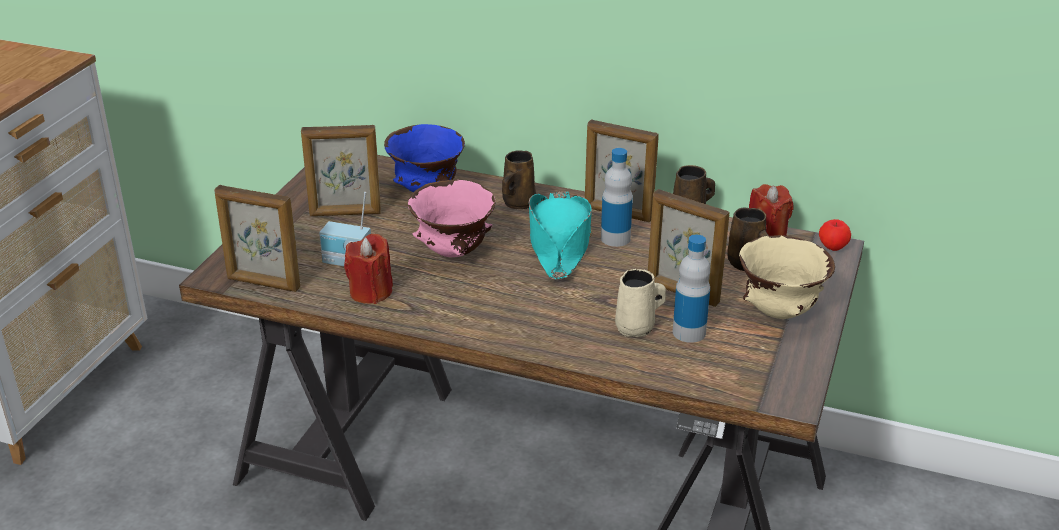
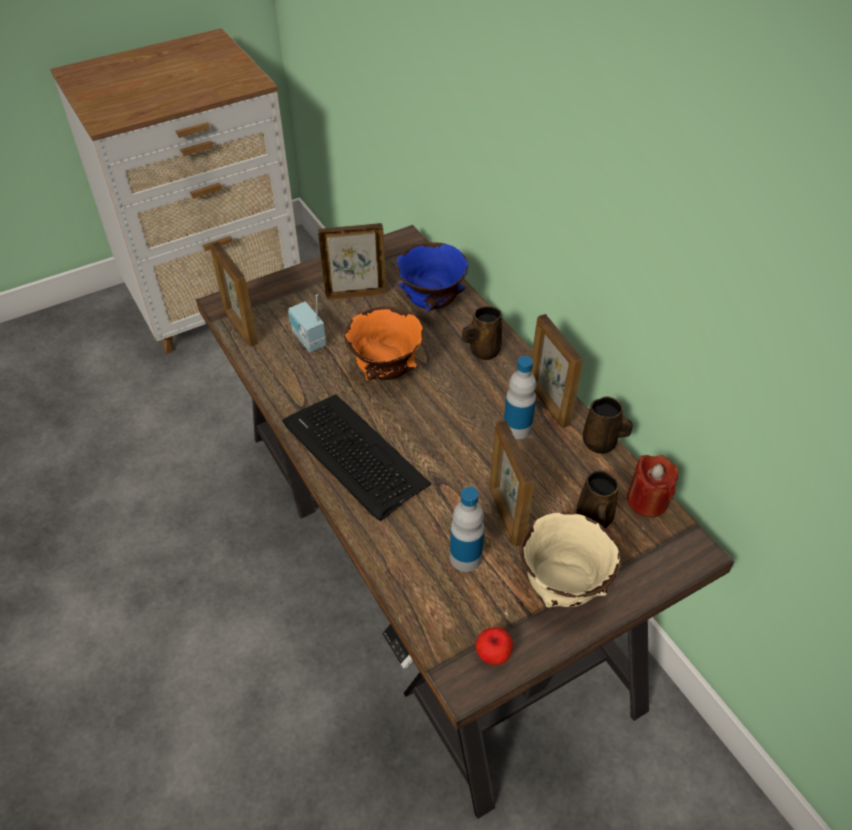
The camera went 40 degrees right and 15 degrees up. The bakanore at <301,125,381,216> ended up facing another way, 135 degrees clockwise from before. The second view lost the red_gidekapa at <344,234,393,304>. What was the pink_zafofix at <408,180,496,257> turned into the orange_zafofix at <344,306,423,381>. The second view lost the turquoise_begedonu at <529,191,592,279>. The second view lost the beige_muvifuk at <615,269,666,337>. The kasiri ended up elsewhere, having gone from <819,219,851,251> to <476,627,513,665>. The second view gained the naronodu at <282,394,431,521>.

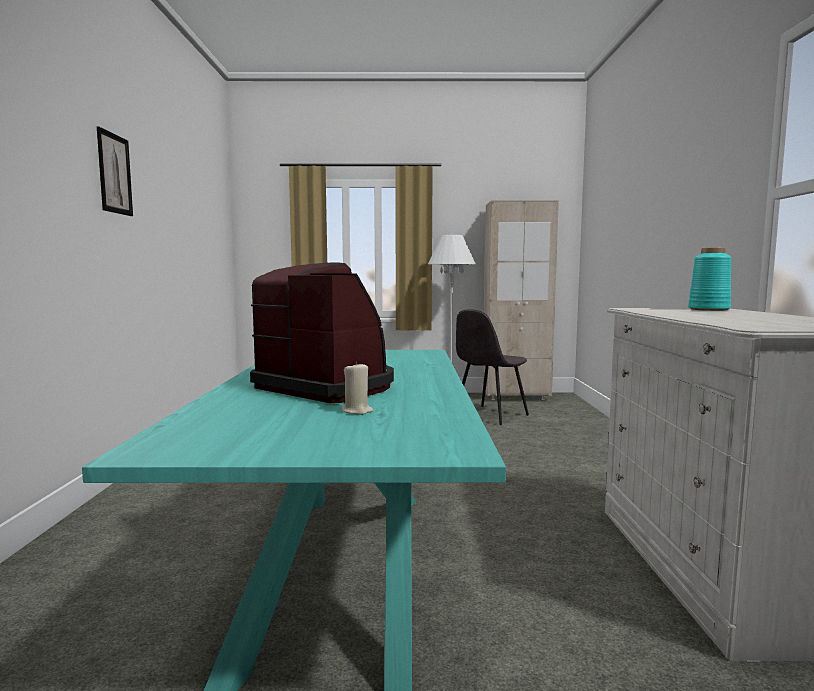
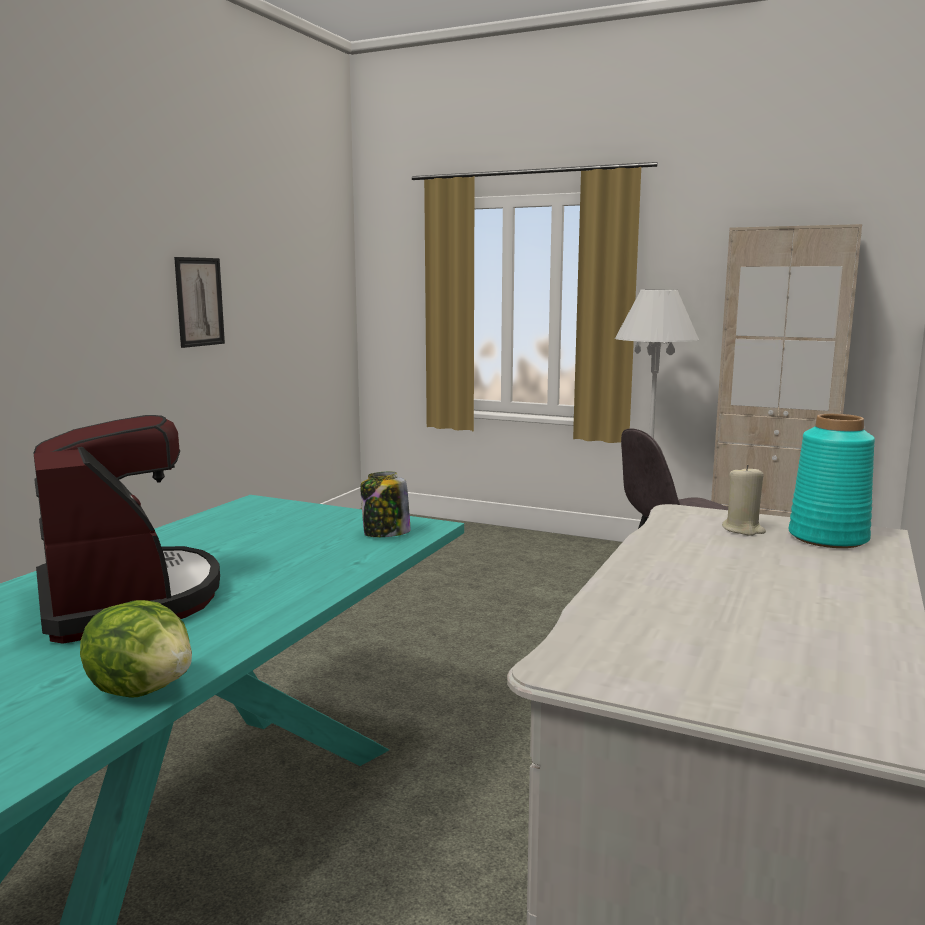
The camera went 25 degrees right and 5 degrees up. The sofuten ended up elsewhere, having gone from <97,126,133,216> to <174,257,225,348>. The beige_gidekapa ended up elsewhere, having gone from <342,361,373,415> to <722,465,766,536>. The second view gained the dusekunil at <80,600,192,698>. The second view gained the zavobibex at <360,472,411,537>.

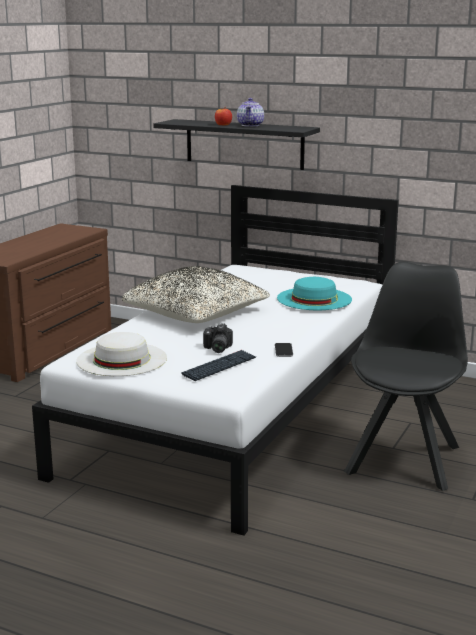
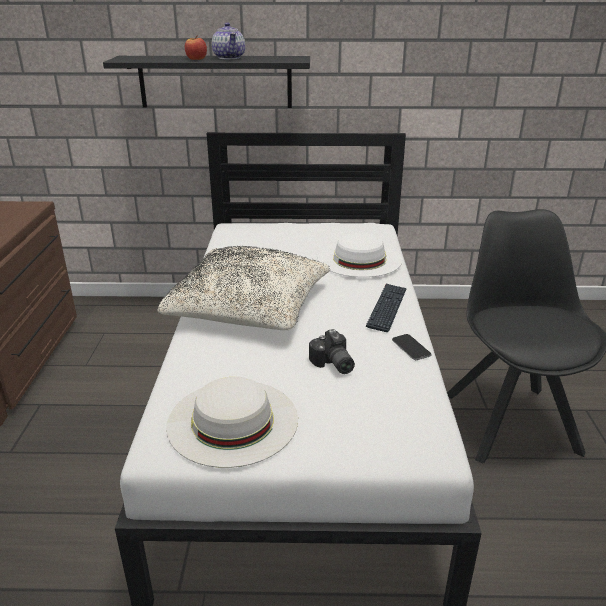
The camera went 25 degrees left and 10 degrees up. The naronodu ended up elsewhere, having gone from <182,350,256,381> to <366,284,407,332>. What was the turquoise_begedonu at <277,277,352,310> turned into the white_begedonu at <318,232,402,277>.

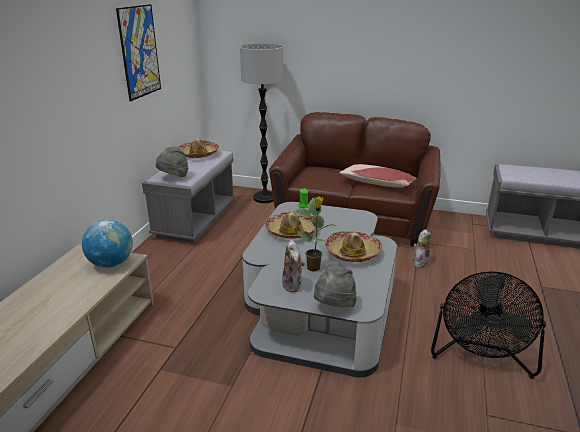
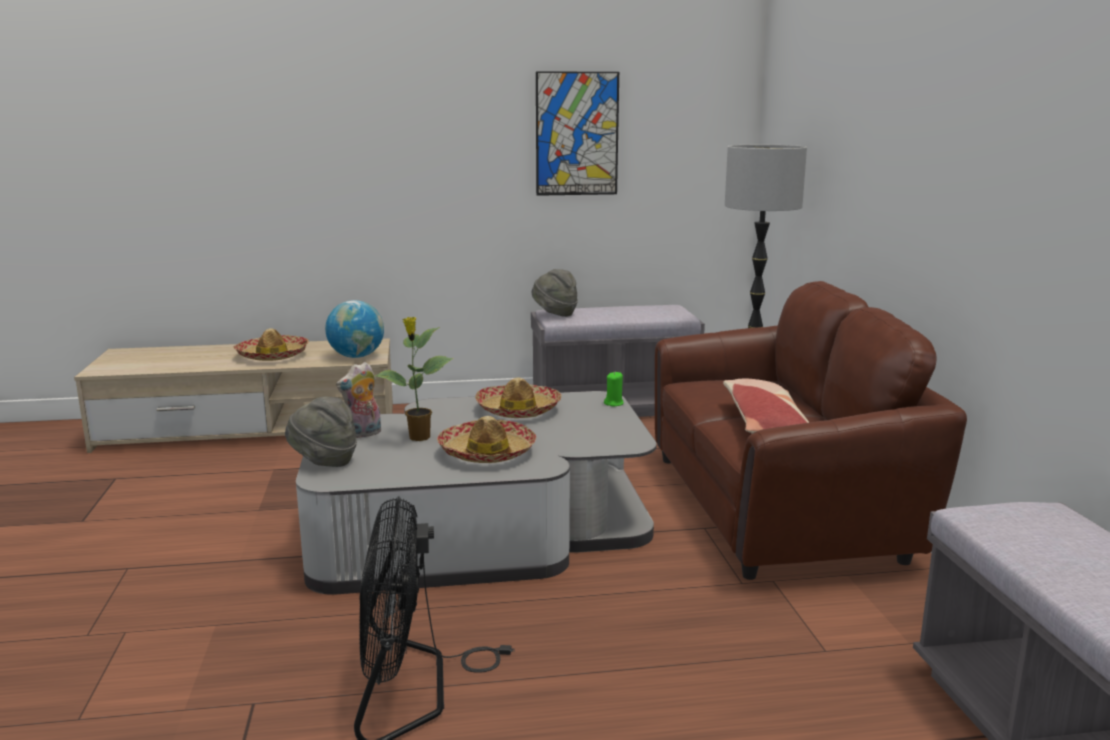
The camera went 65 degrees right and 10 degrees down. The begedonu ended up elsewhere, having gone from <178,139,219,158> to <233,328,309,361>. The second view lost the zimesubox at <413,229,431,268>.

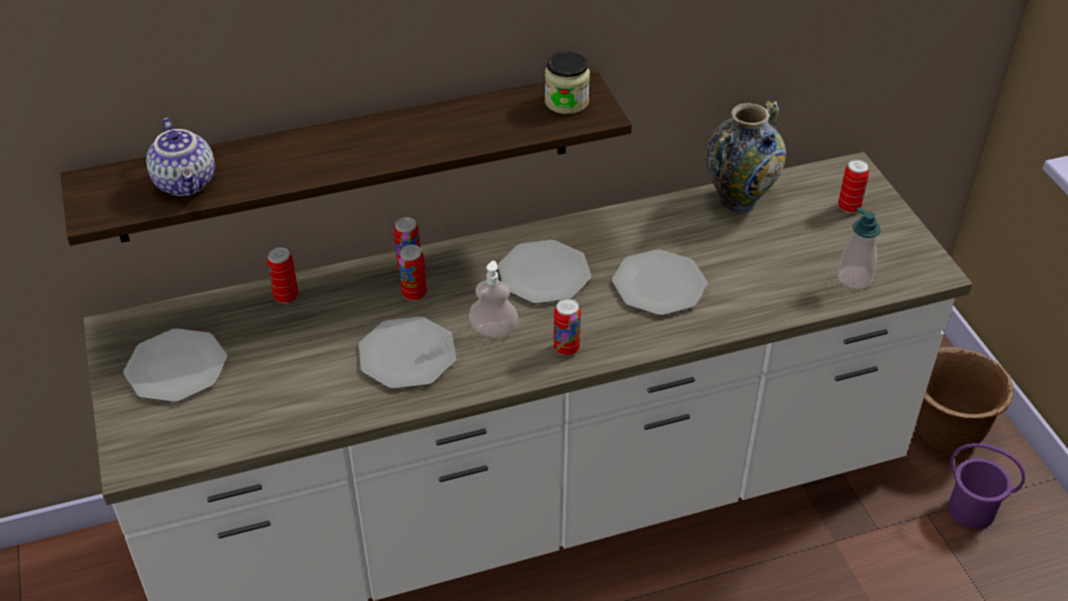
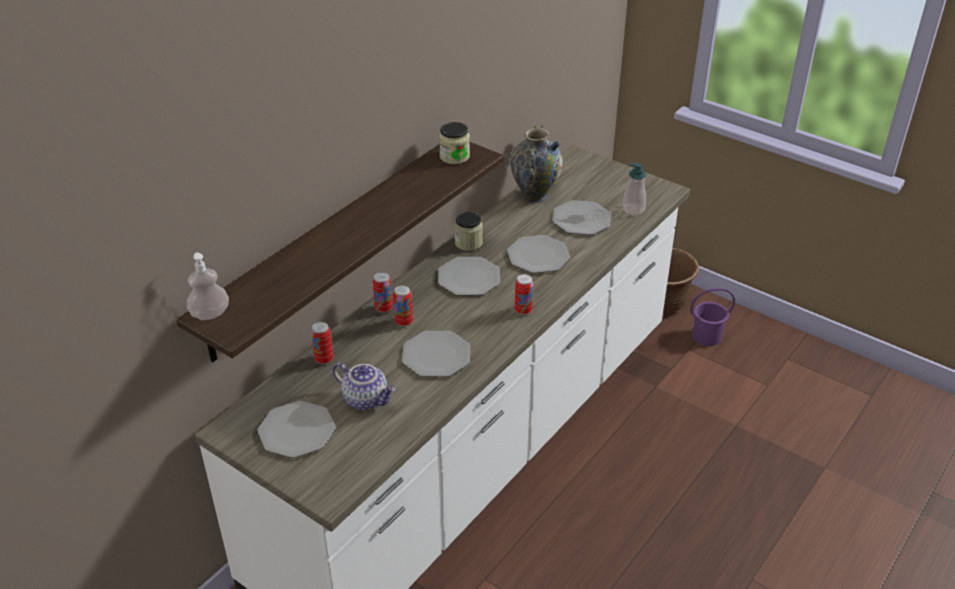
The camera went 35 degrees left and 5 degrees down. The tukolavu ended up elsewhere, having gone from <146,118,215,197> to <333,362,396,410>. The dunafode ended up elsewhere, having gone from <469,261,518,337> to <187,252,229,320>. The second view lost the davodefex at <838,159,869,213>. The second view gained the zavobibex at <454,212,483,251>. The second view gained the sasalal at <552,200,611,235>.

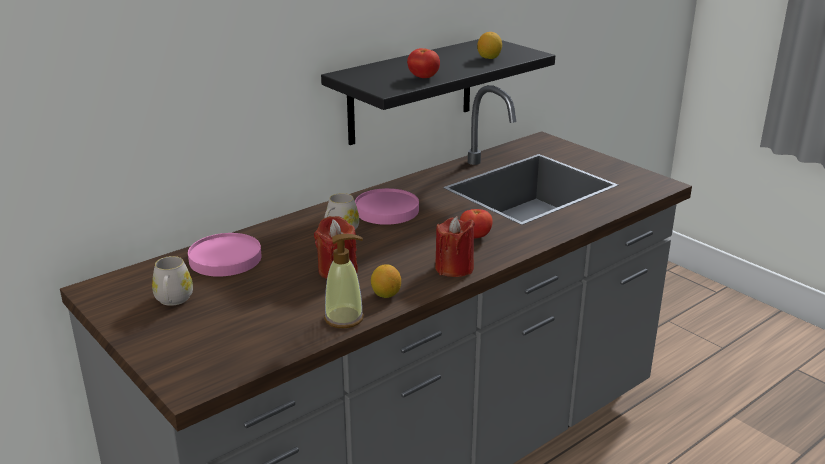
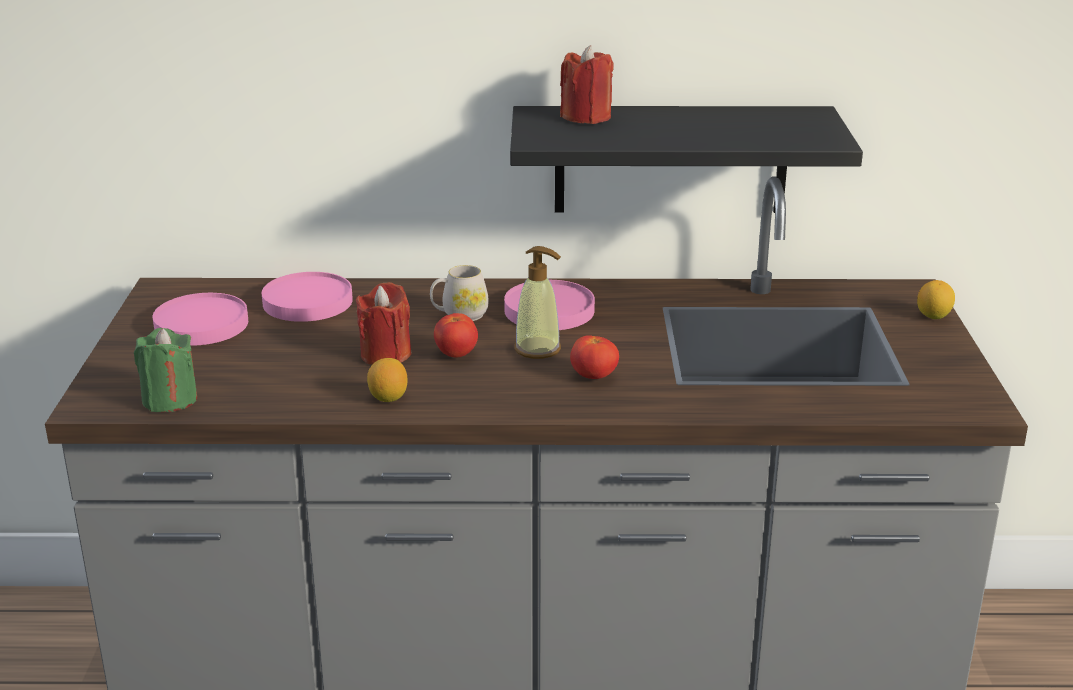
The camera went 40 degrees right and 0 degrees up. Where the white_muvifuk stood at <152,256,193,306>, the pink_sasalal came to stand at <153,293,248,346>. The dunafode ended up elsewhere, having gone from <324,234,364,328> to <514,246,561,359>. The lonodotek ended up elsewhere, having gone from <407,48,440,78> to <434,313,478,357>. The red_gidekapa ended up elsewhere, having gone from <435,216,475,277> to <560,45,614,124>. The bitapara ended up elsewhere, having gone from <477,32,502,59> to <917,280,955,319>. The second view gained the green_gidekapa at <134,328,197,412>.

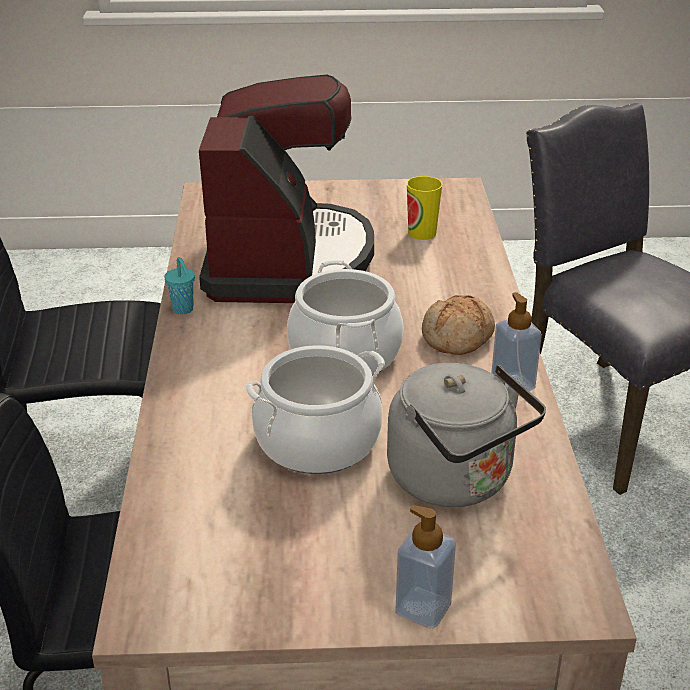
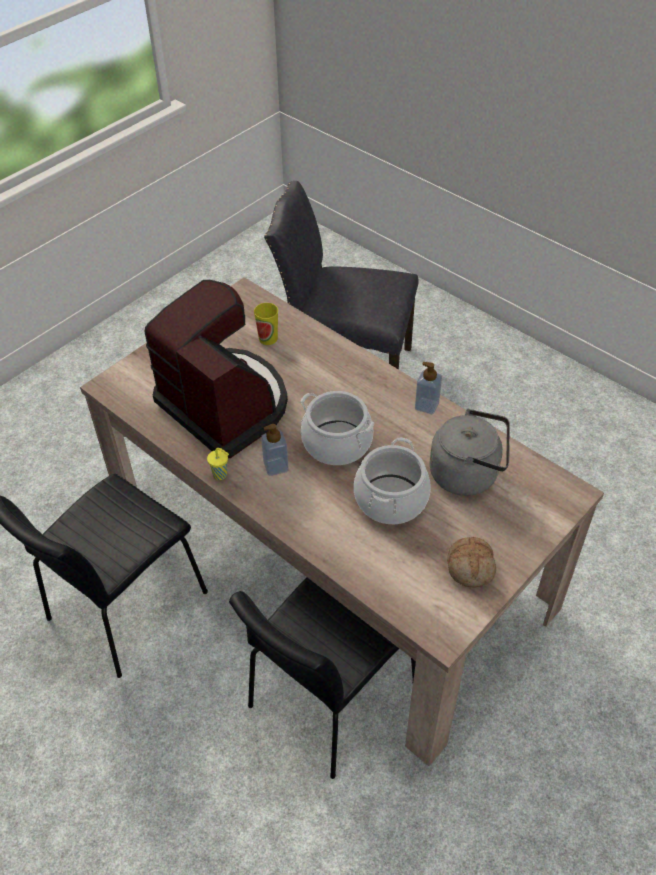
The camera went 45 degrees left and 15 degrees up. What was the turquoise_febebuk at <165,257,195,314> turned into the yellow_febebuk at <207,448,229,480>. The dunafode ended up elsewhere, having gone from <395,505,456,629> to <261,424,289,476>. The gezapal ended up elsewhere, having gone from <422,295,495,355> to <447,537,496,587>.

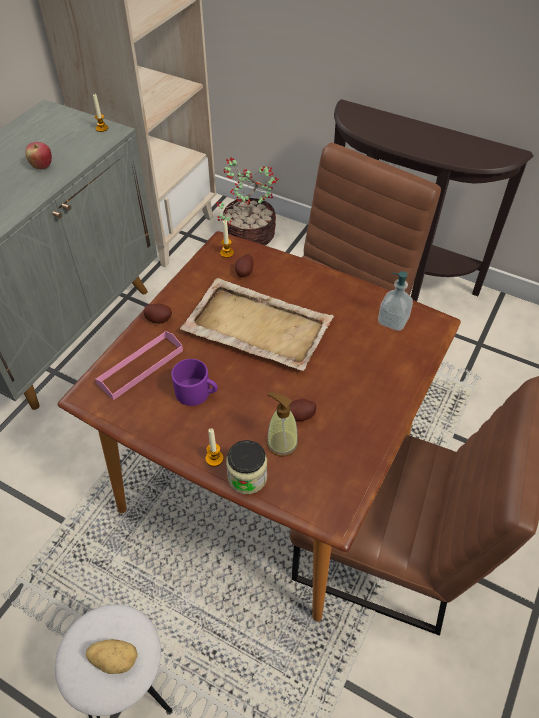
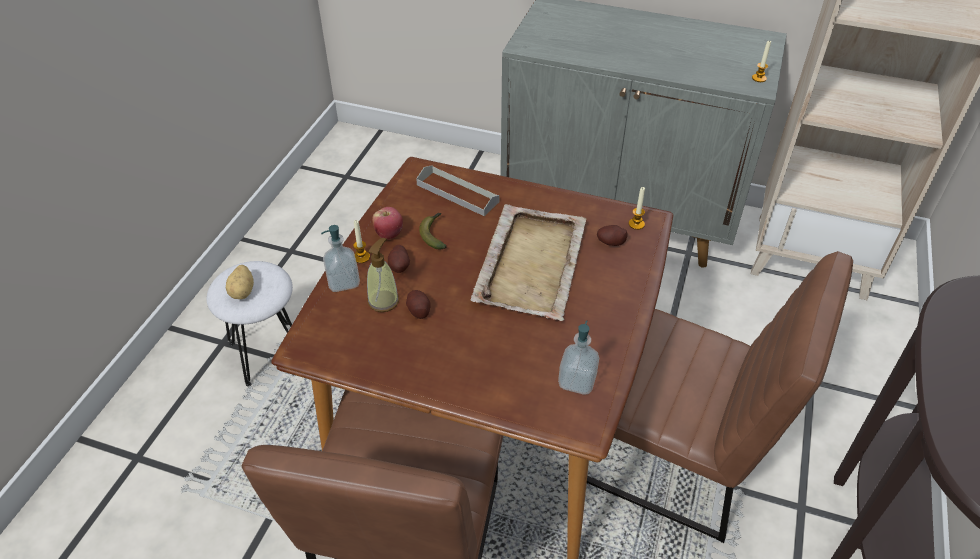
The camera went 80 degrees right and 5 degrees down. The kasiri ended up elsewhere, having gone from <25,142,52,170> to <372,207,403,240>. What was the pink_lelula at <95,331,183,400> turned into the grey_lelula at <416,165,500,216>. The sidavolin ended up elsewhere, having gone from <144,303,172,324> to <388,245,410,273>. Where the purple_muvifuk stood at <171,359,218,406>, the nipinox came to stand at <419,213,446,250>. The second view lost the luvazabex at <217,158,280,245>. Where the zavobibex stood at <226,440,267,494>, the dunafode came to stand at <321,225,360,292>.

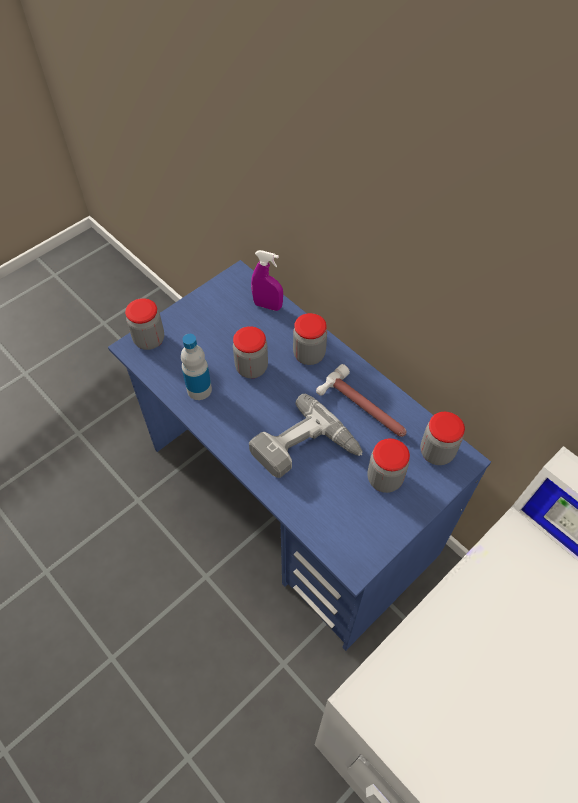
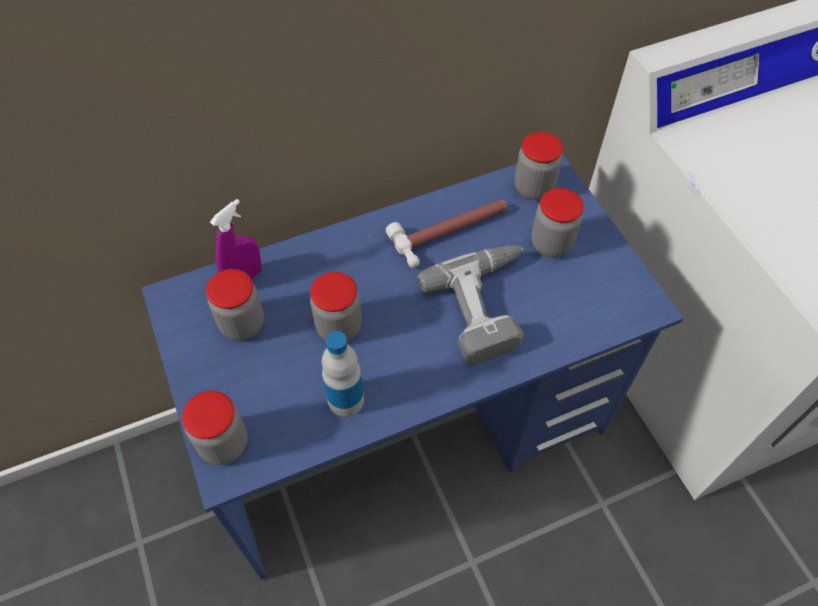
The camera went 70 degrees left and 0 degrees up. The zavobibex ended up elsewhere, having gone from <293,313,327,365> to <206,269,264,341>.

